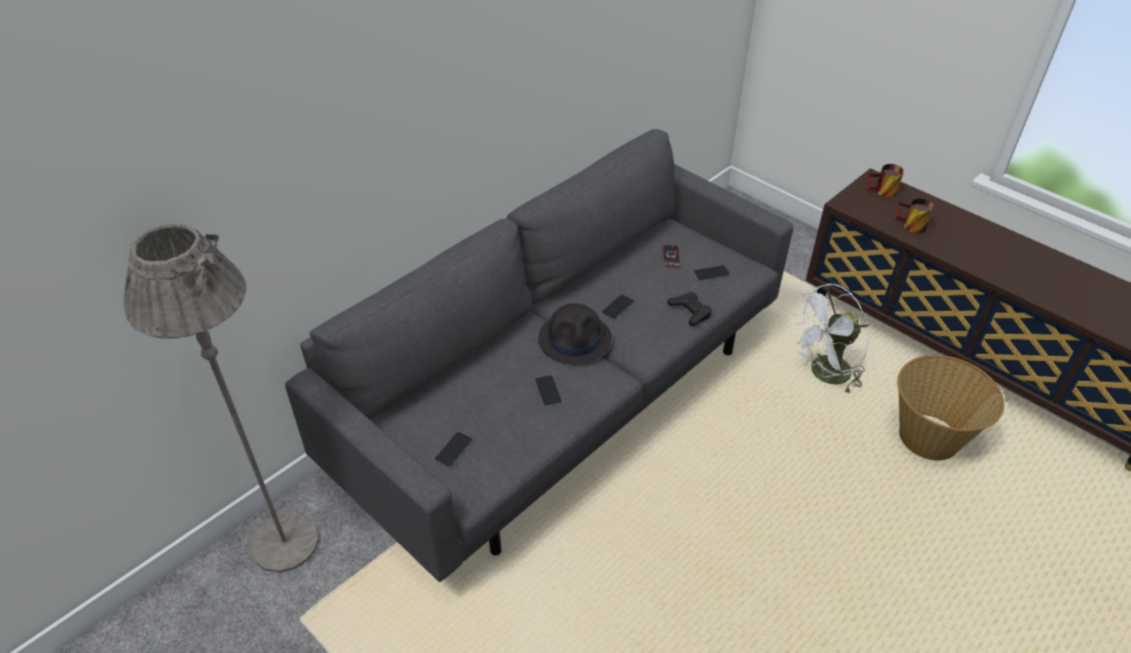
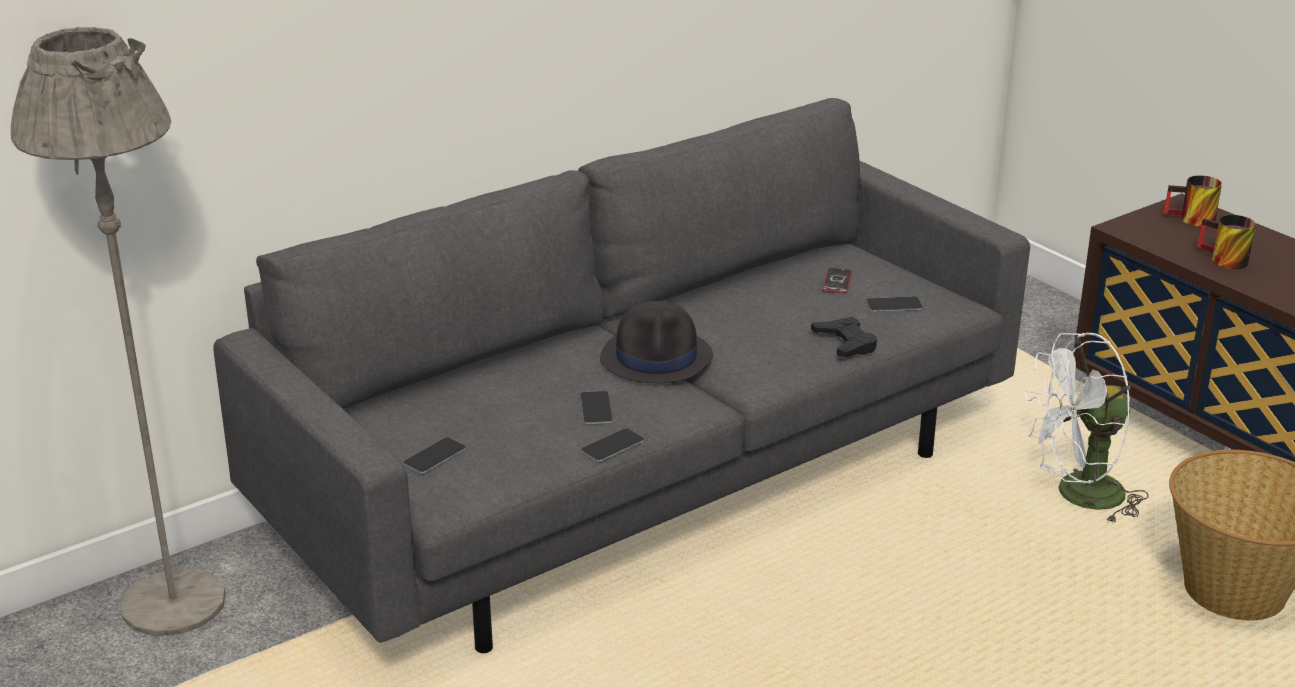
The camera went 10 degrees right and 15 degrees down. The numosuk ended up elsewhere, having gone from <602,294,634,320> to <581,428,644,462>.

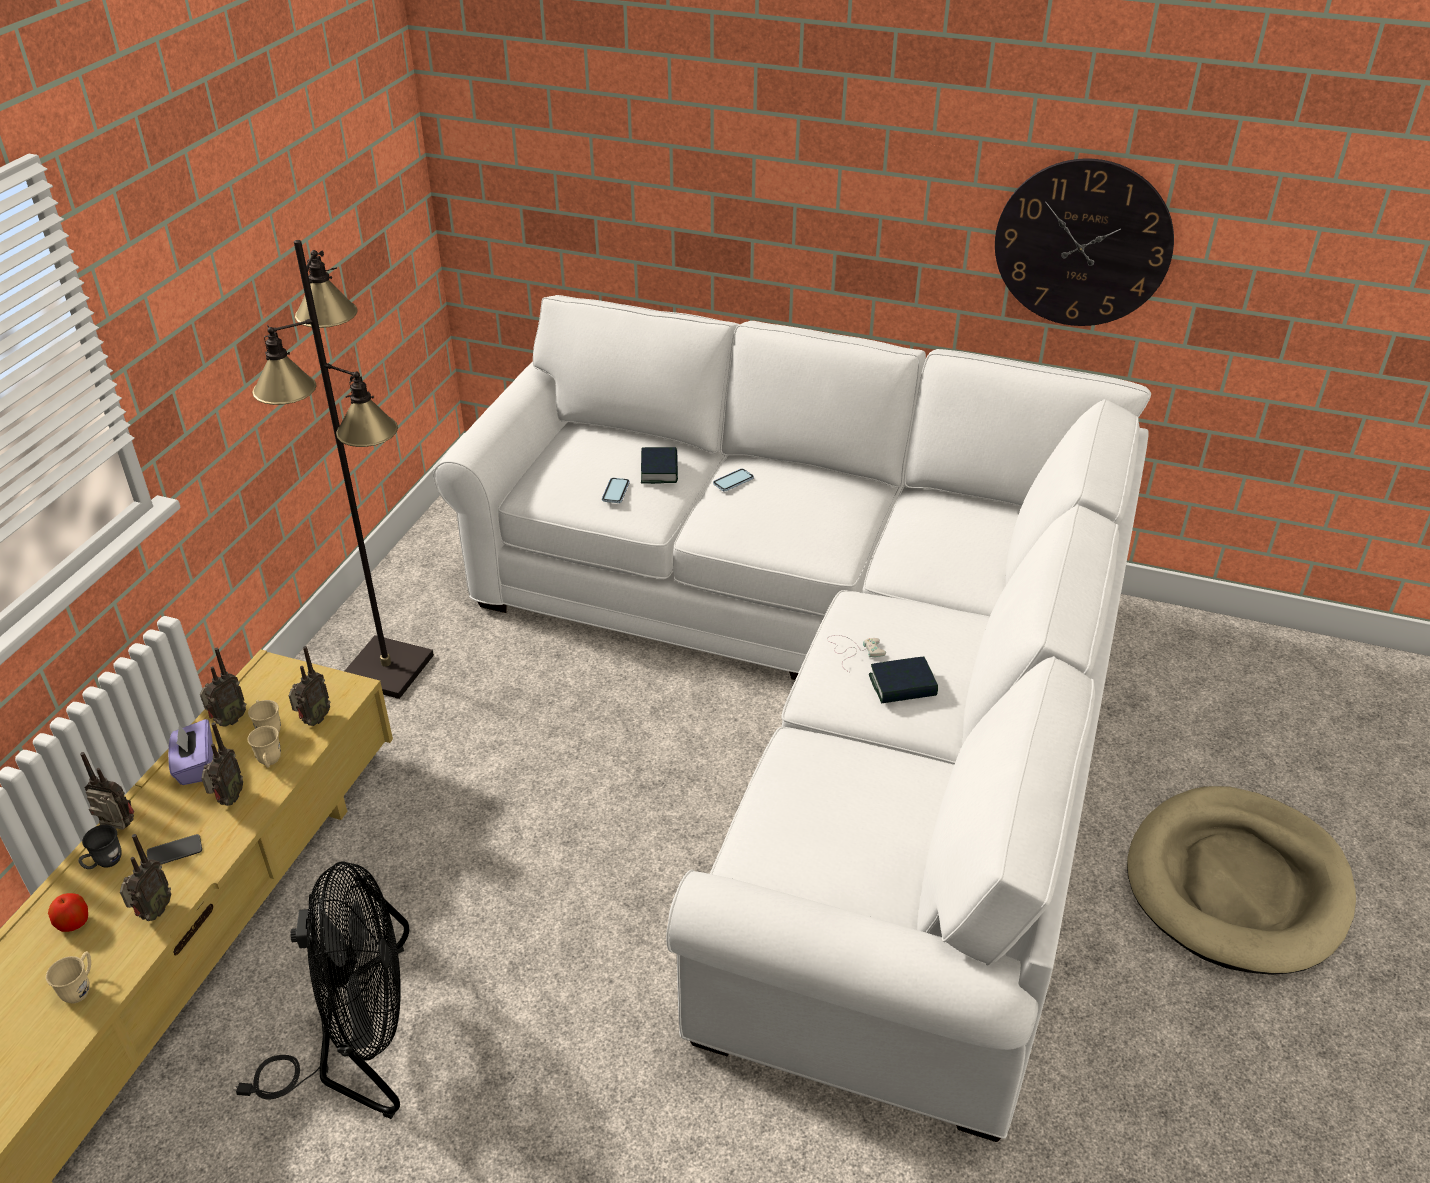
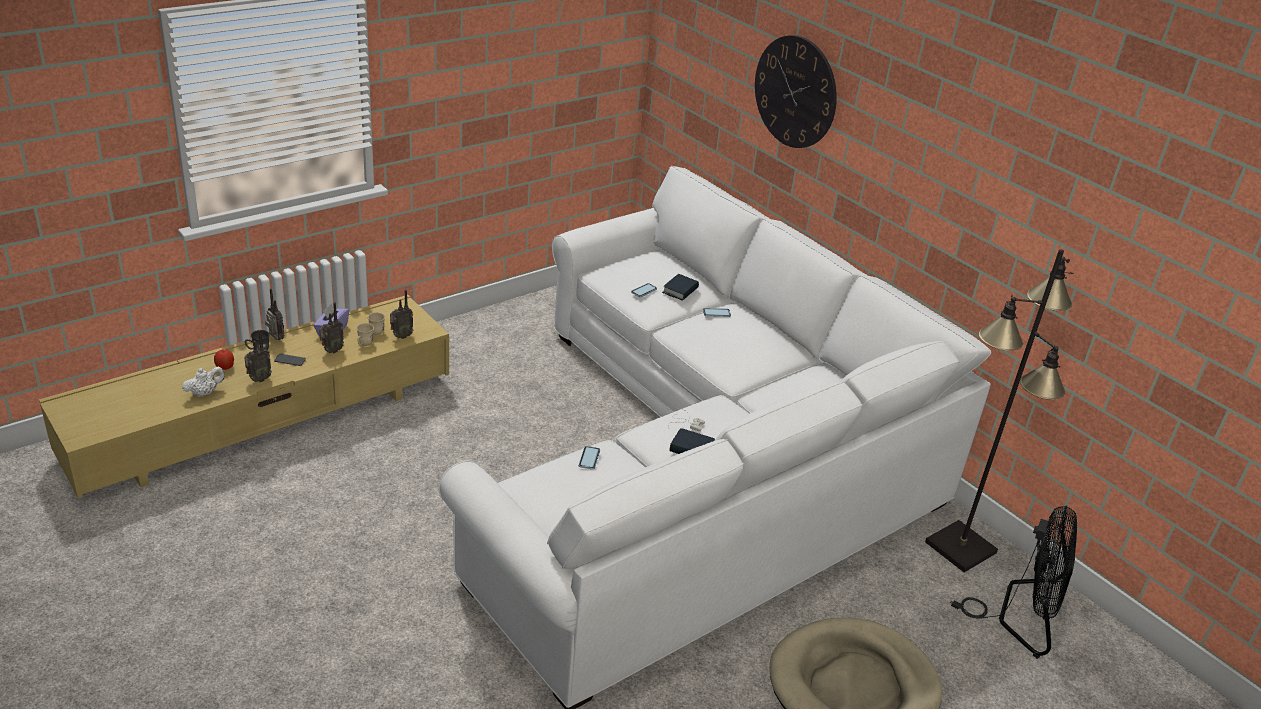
The camera went 30 degrees right and 5 degrees down. Where the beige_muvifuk stood at <46,951,91,1003>, the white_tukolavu came to stand at <182,366,225,397>. The second view lost the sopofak at <200,648,246,727>. The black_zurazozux ended up elsewhere, having gone from <233,861,409,1119> to <951,506,1077,659>. The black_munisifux ended up elsewhere, having gone from <252,240,434,699> to <925,249,1074,573>. The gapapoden ended up elsewhere, having gone from <995,158,1174,326> to <755,35,837,148>. The second view gained the numosuk at <579,446,600,470>.

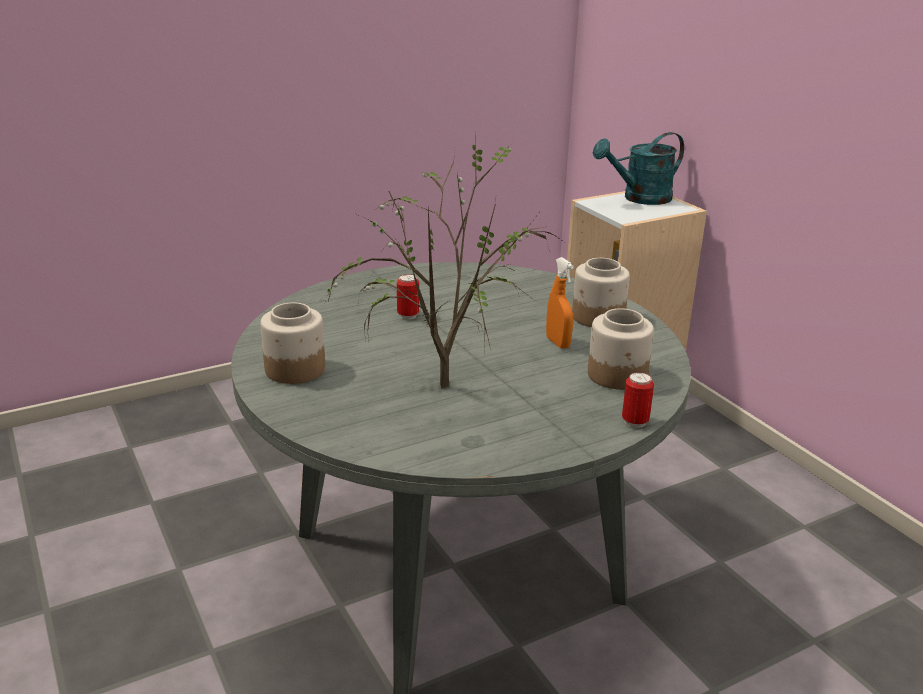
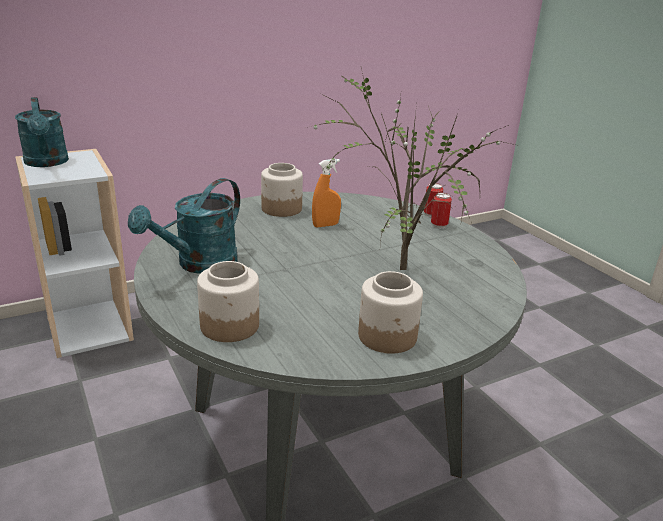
The camera went 90 degrees left and 0 degrees up. The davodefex ended up elsewhere, having gone from <397,274,419,319> to <431,193,452,229>. The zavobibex ended up elsewhere, having gone from <588,308,654,390> to <197,261,259,342>. The second view gained the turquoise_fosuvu at <128,178,240,274>.

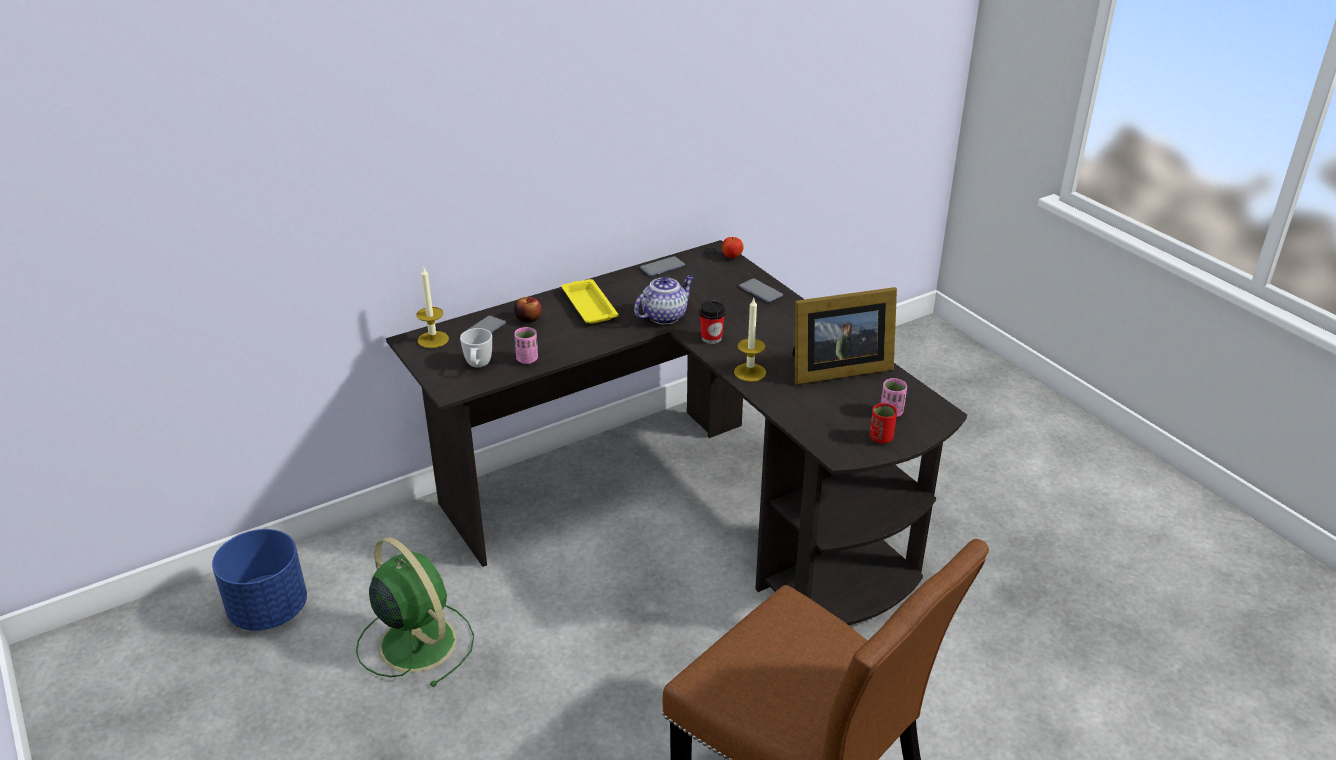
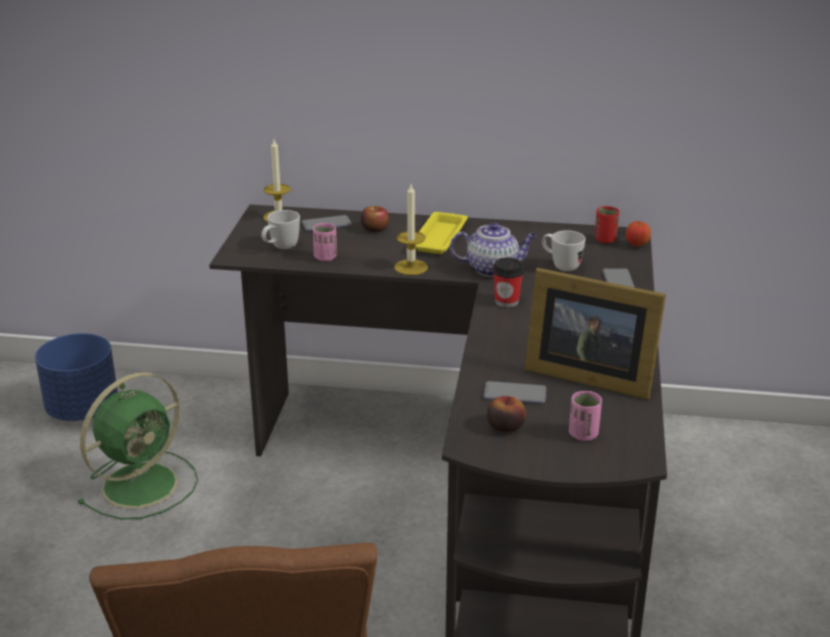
The camera went 40 degrees right and 5 degrees down. The green_zurazozux at <356,537,474,687> ended up facing another way, 45 degrees clockwise from before. The numosuk ended up elsewhere, having gone from <640,256,685,276> to <483,381,547,404>. The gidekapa ended up elsewhere, having gone from <734,298,766,382> to <394,185,428,275>. The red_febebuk ended up elsewhere, having gone from <870,403,897,444> to <595,206,619,243>. The second view gained the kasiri at <487,396,526,432>. The second view gained the white_muvifuk at <542,230,585,271>.

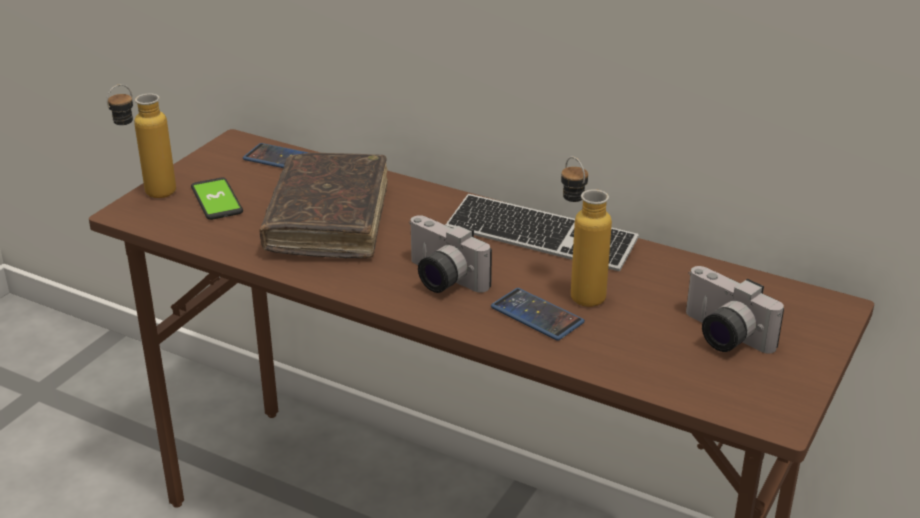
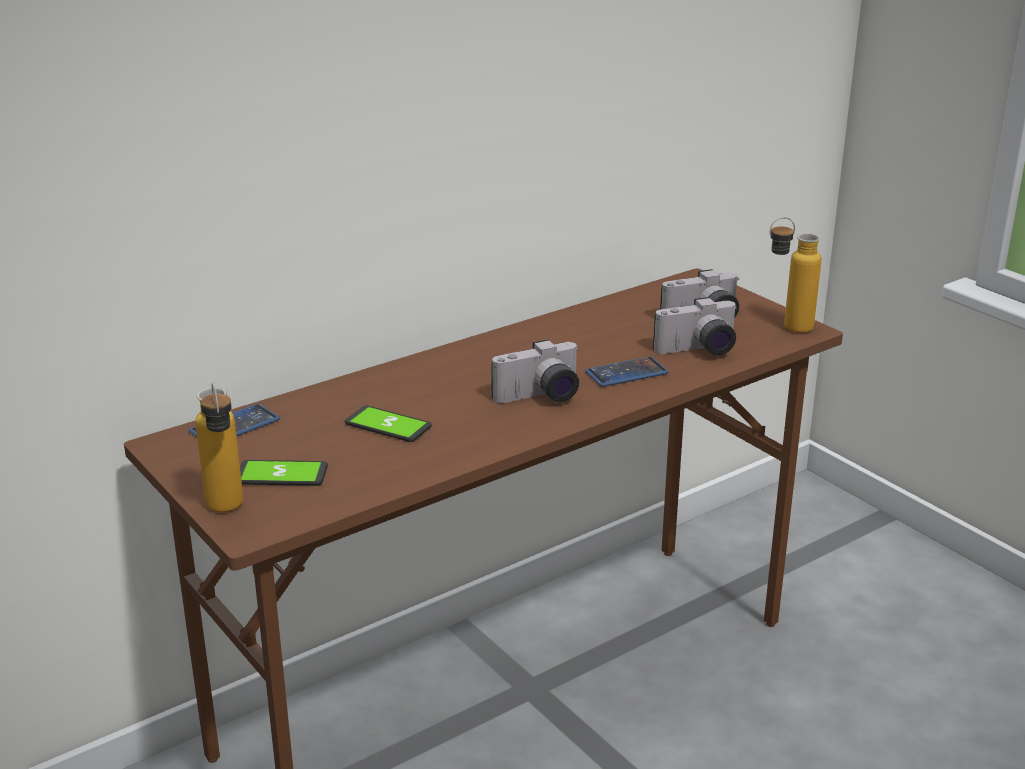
The camera went 65 degrees left and 5 degrees down. Where the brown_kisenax stood at <259,152,388,259>, the numosuk came to stand at <345,406,432,442>. The second view lost the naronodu at <446,194,639,271>. The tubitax ended up elsewhere, having gone from <561,156,612,307> to <770,217,821,333>. The second view gained the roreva at <653,297,738,356>.

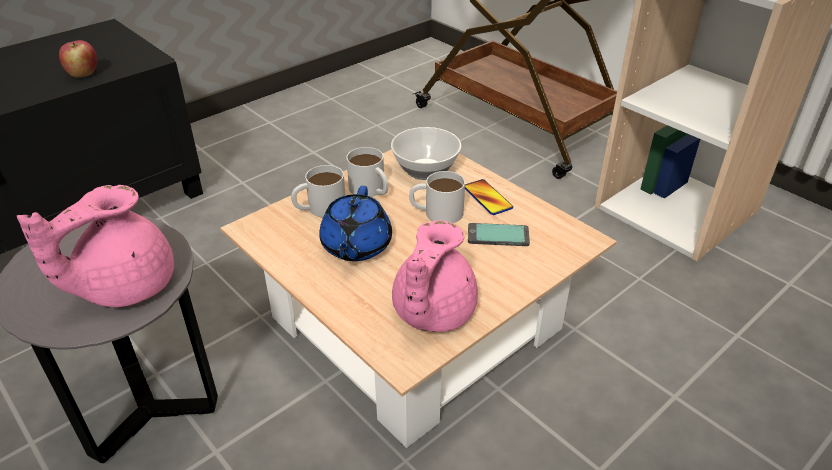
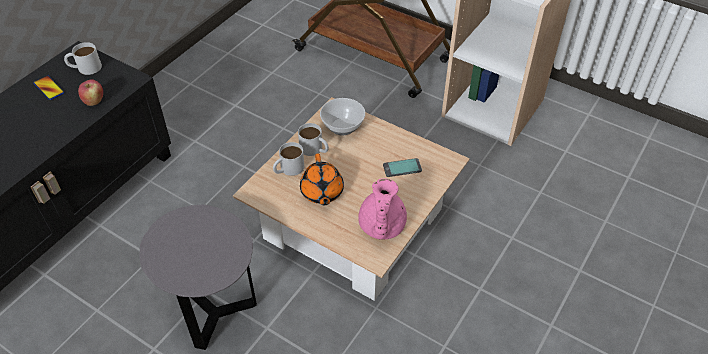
The camera went 15 degrees left and 10 degrees up. The second view lost the pink_tukolavu at <17,185,174,307>. What was the blue_tukolavu at <319,186,392,261> turned into the orange_tukolavu at <300,154,344,205>. The white_muvifuk ended up elsewhere, having gone from <409,171,465,223> to <64,42,102,75>. The numosuk ended up elsewhere, having gone from <465,179,513,215> to <33,75,64,100>.

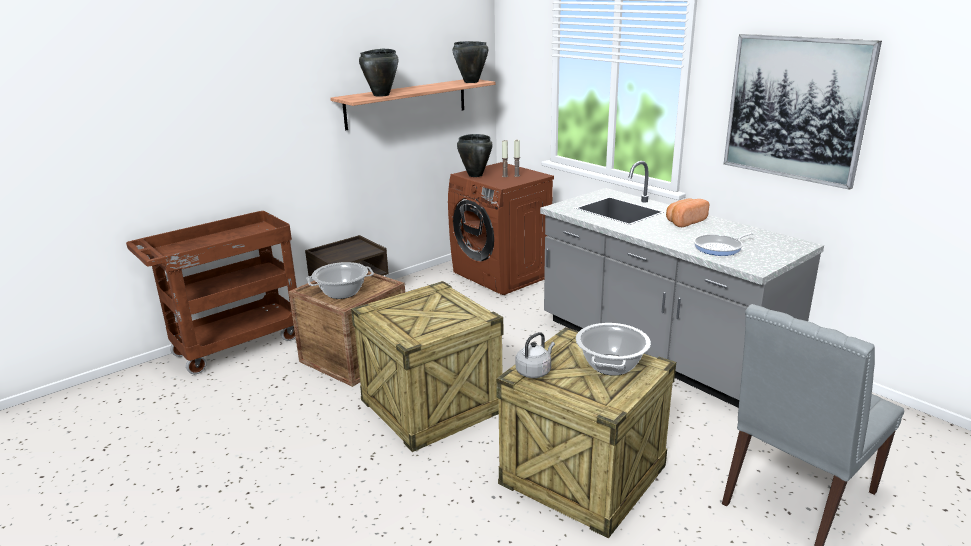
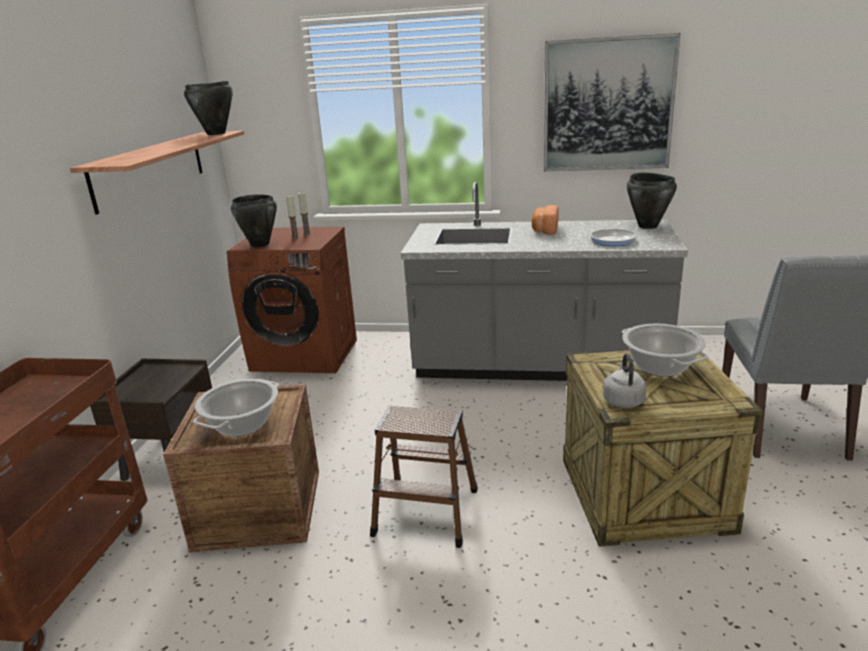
The camera went 40 degrees left and 0 degrees up. Where the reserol stood at <351,281,503,452>, the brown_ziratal came to stand at <370,405,478,548>. The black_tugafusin ended up elsewhere, having gone from <359,49,398,97> to <627,173,677,229>.

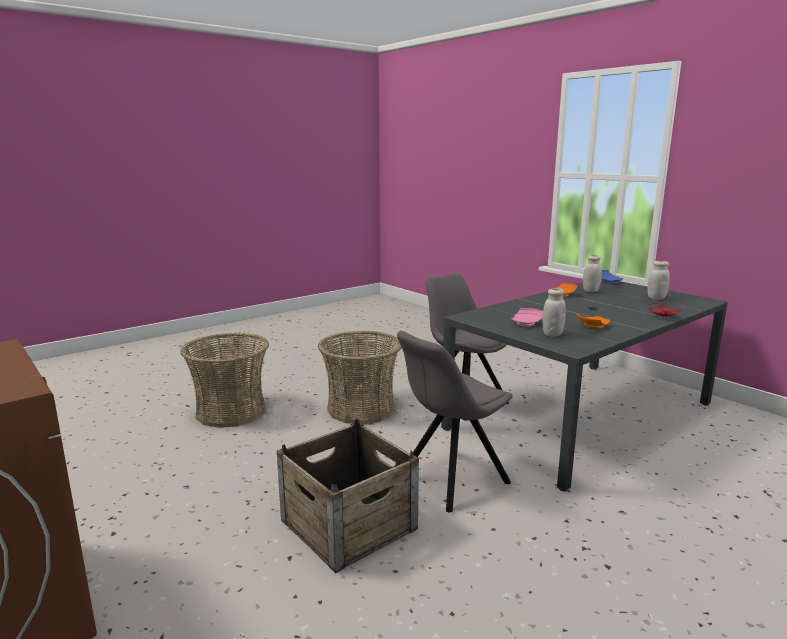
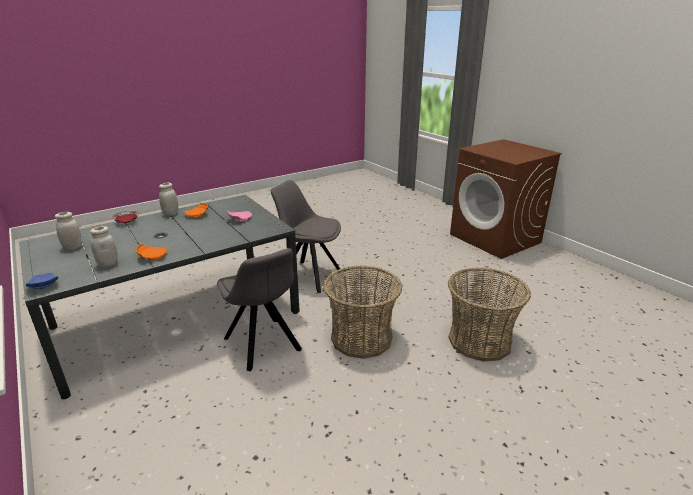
The camera went 175 degrees left and 10 degrees up. The second view lost the reserol at <277,419,419,573>. The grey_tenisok at <397,331,513,513> ended up facing another way, 120 degrees counterclockwise from before. The white_zavobibex ended up elsewhere, having gone from <542,288,566,337> to <159,183,178,216>.

